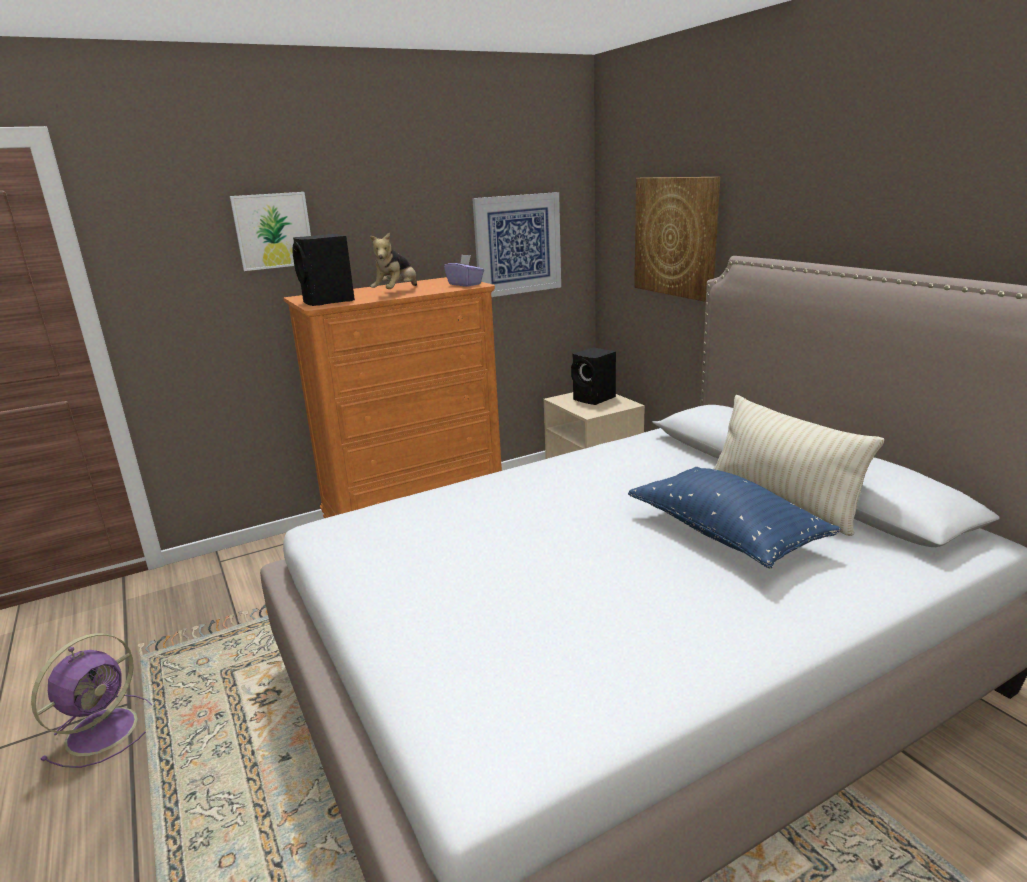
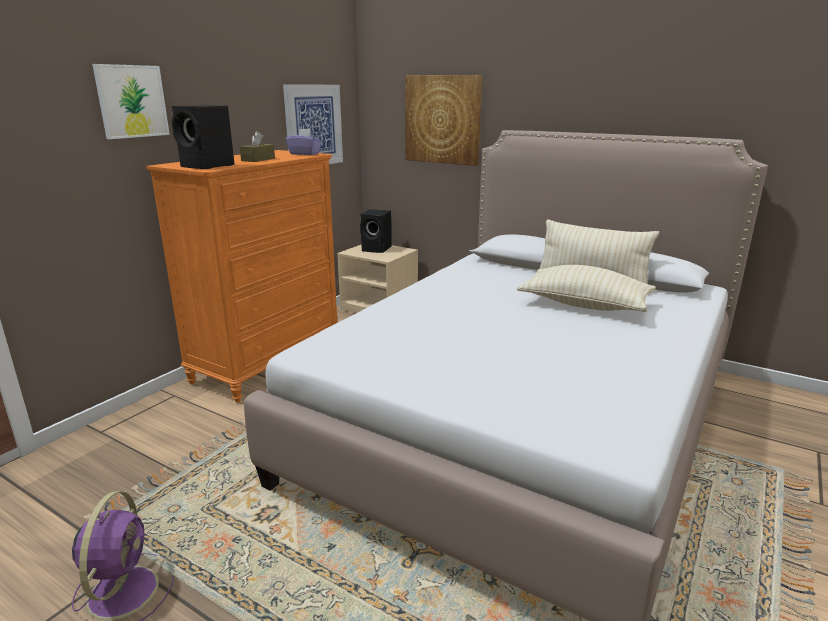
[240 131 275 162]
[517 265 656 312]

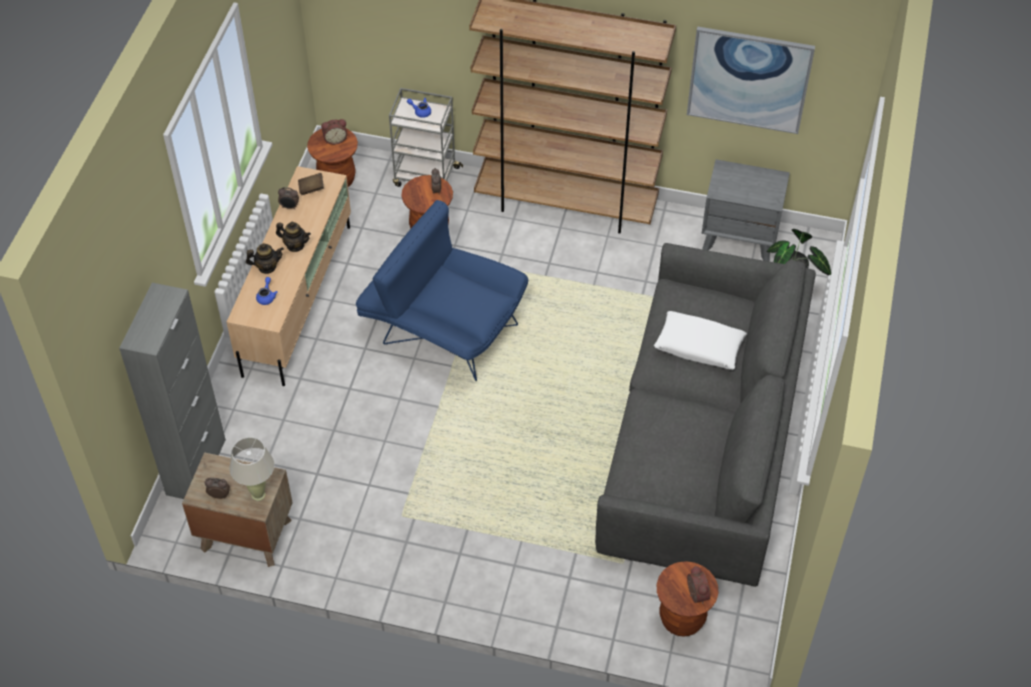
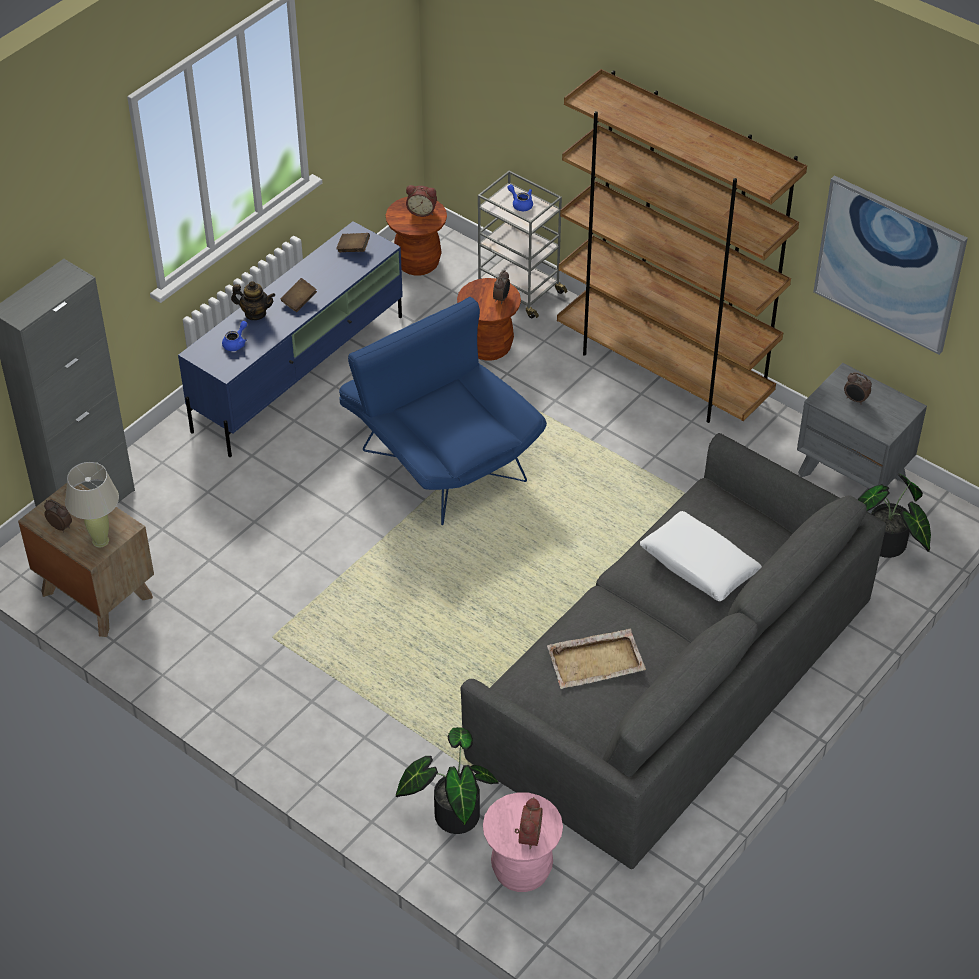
[178 221 403 457]
[281 278 317 312]
[844 372 872 405]
[483 792 563 892]
[396 727 499 834]
[547 629 646 689]

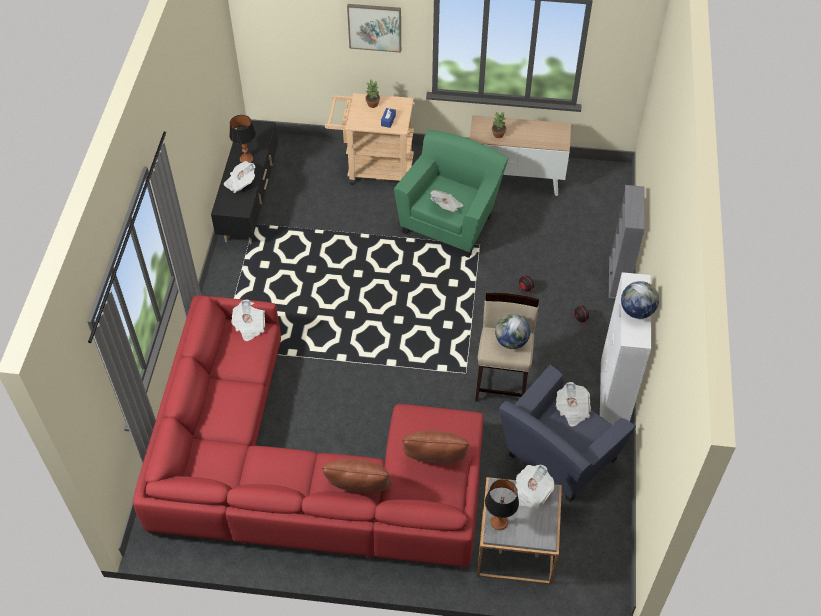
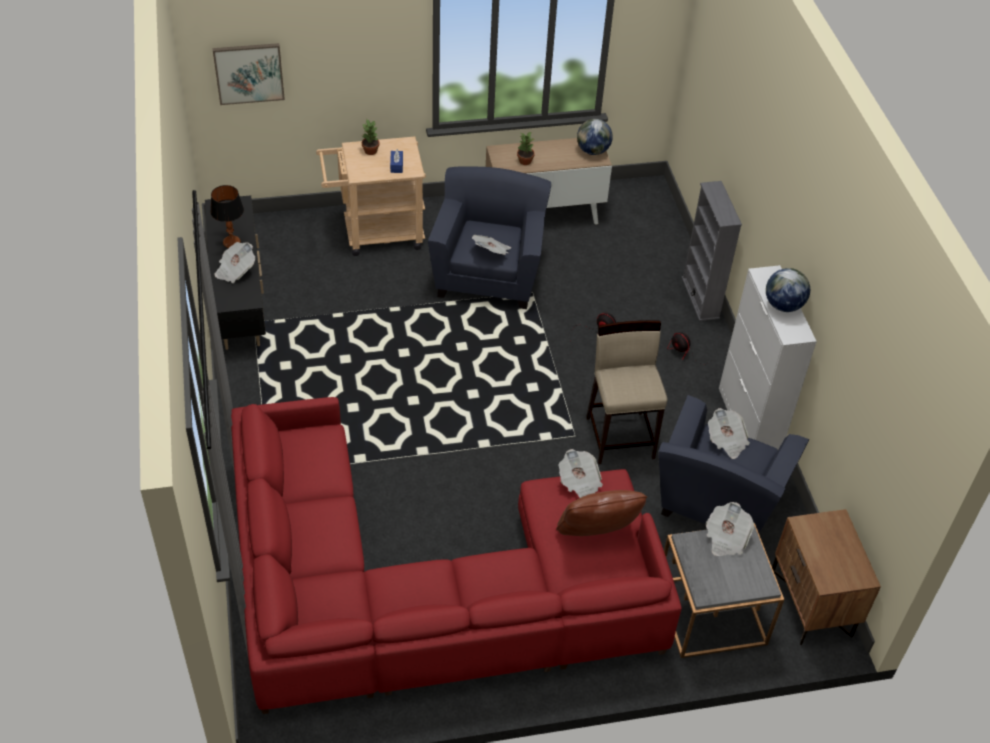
[558 449 603 498]
[322 459 392 493] (first image)
[213 43 285 105]
[428 166 551 309]
[485 479 519 530] (first image)
[577 119 613 155]
[772 509 881 645]

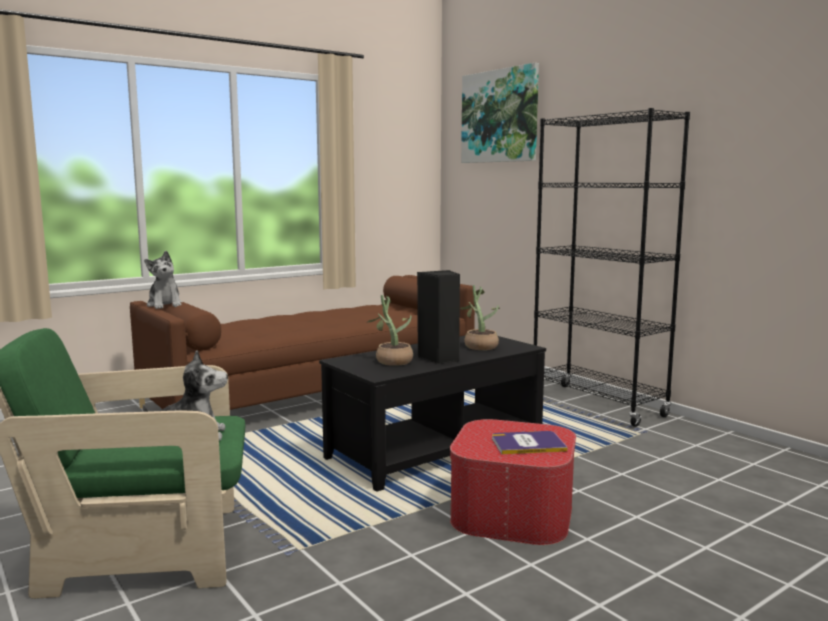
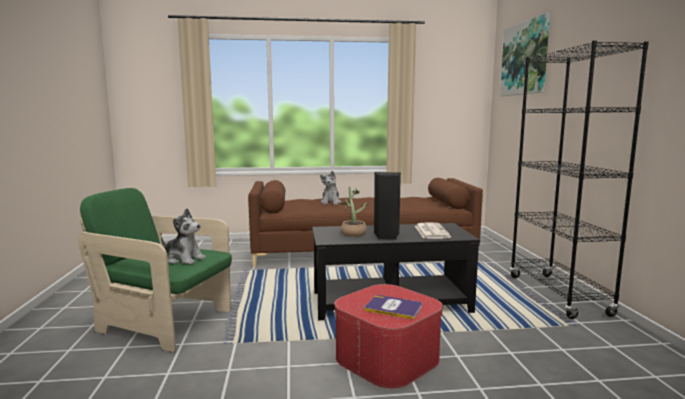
[320 171 341 205]
[415 222 451 239]

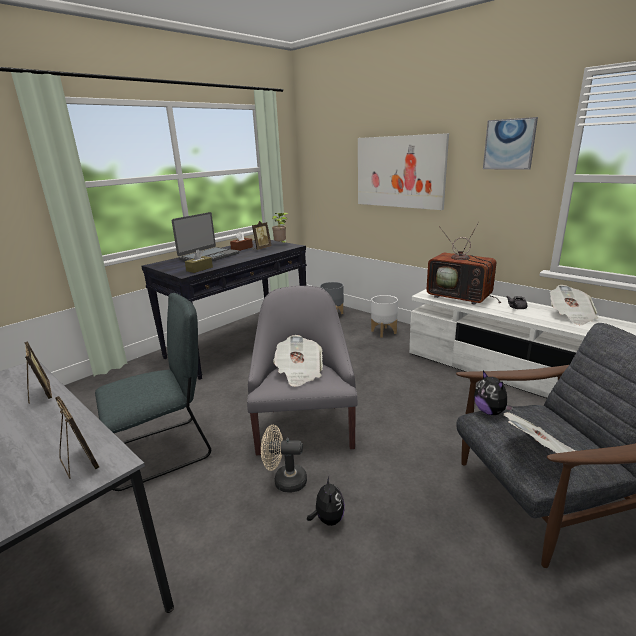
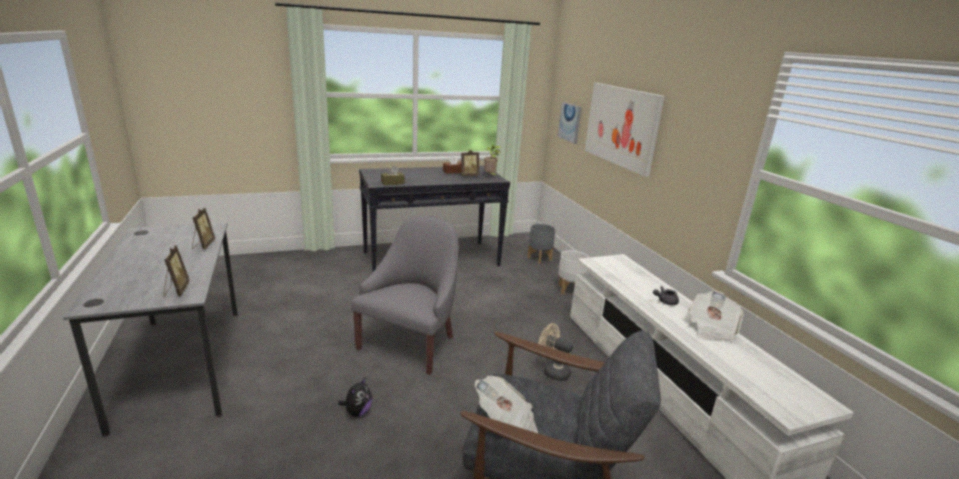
[95 293 211 491] (first image)
[172 212 239 261] (first image)
[539 323 573 381]
[273 335 323 387] (first image)
[426 221 501 305] (first image)
[474 371 514 415] (first image)
[558 102 582 144]

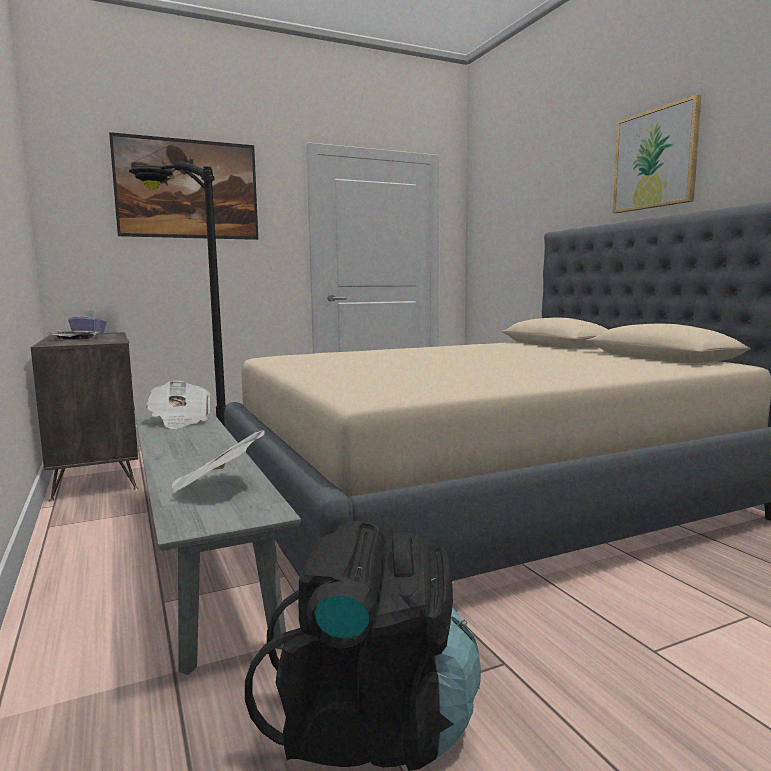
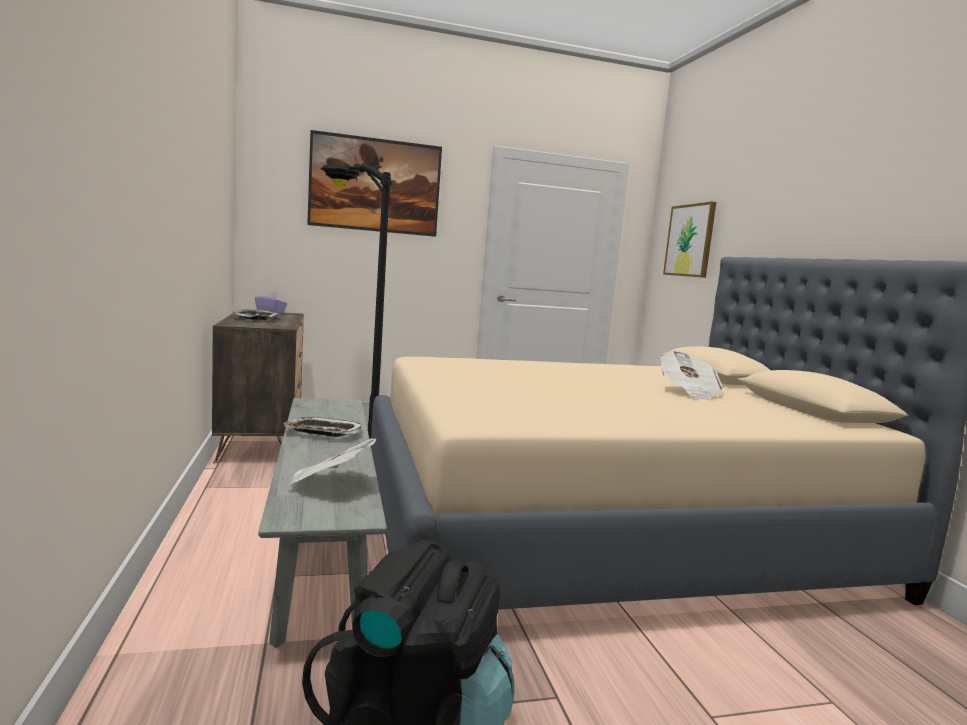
[661 351 724 400]
[663 202 716 278]
[284 417 361 437]

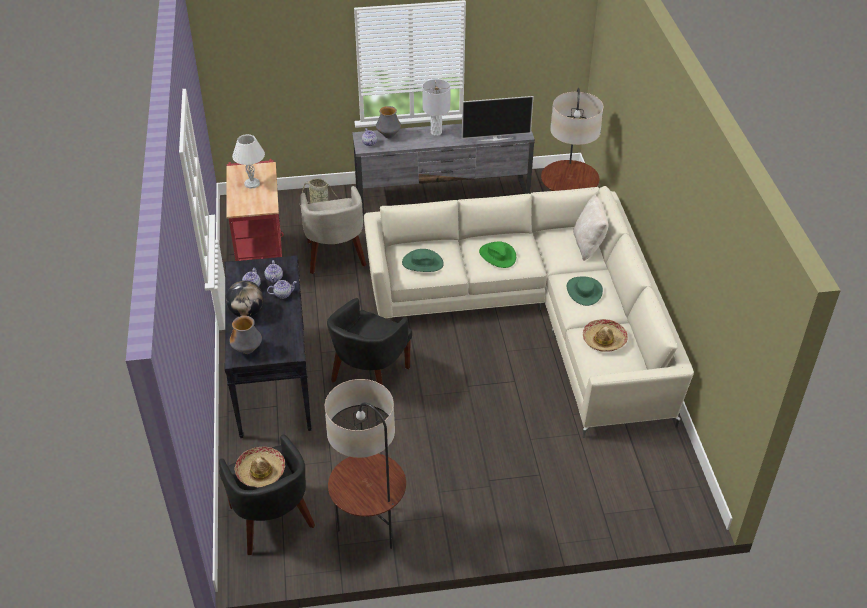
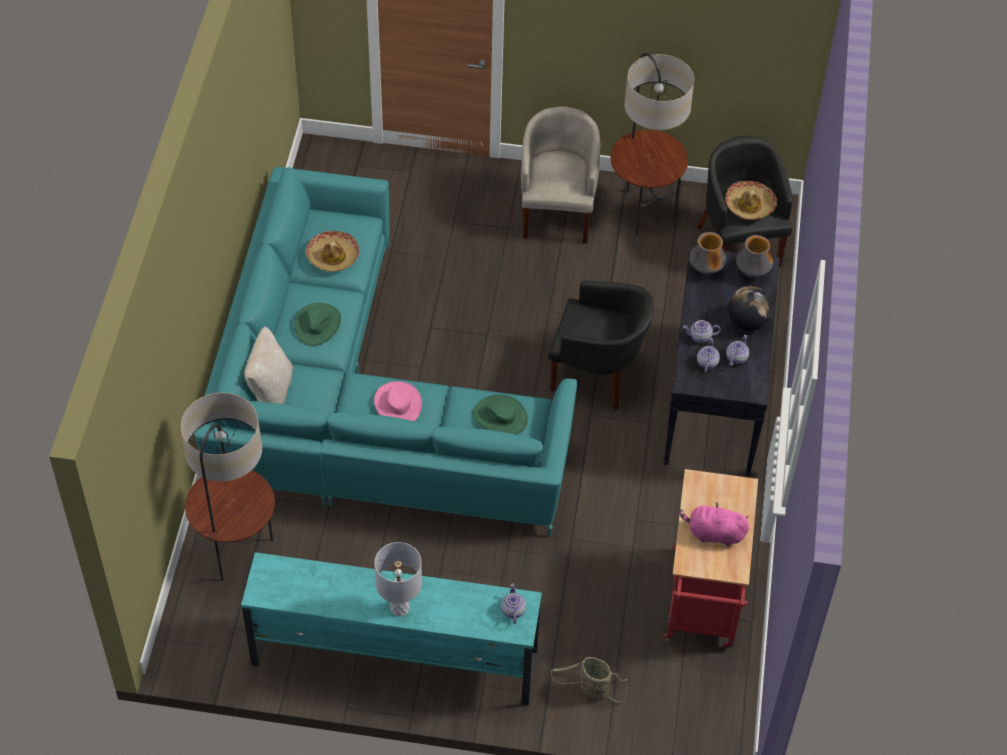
[679 503 749 547]
[521 106 600 244]
[548 281 654 411]
[241 552 542 706]
[194 167 577 537]
[689 232 726 274]
[462 96 534 141] (first image)
[374 381 422 421]

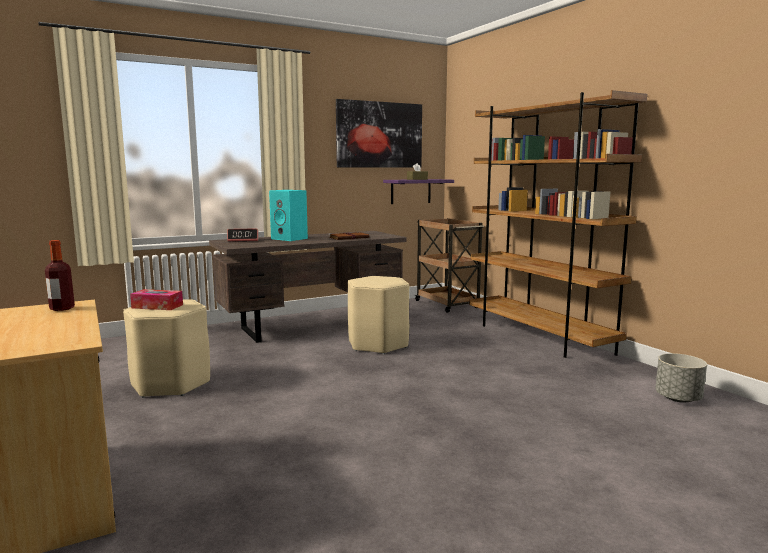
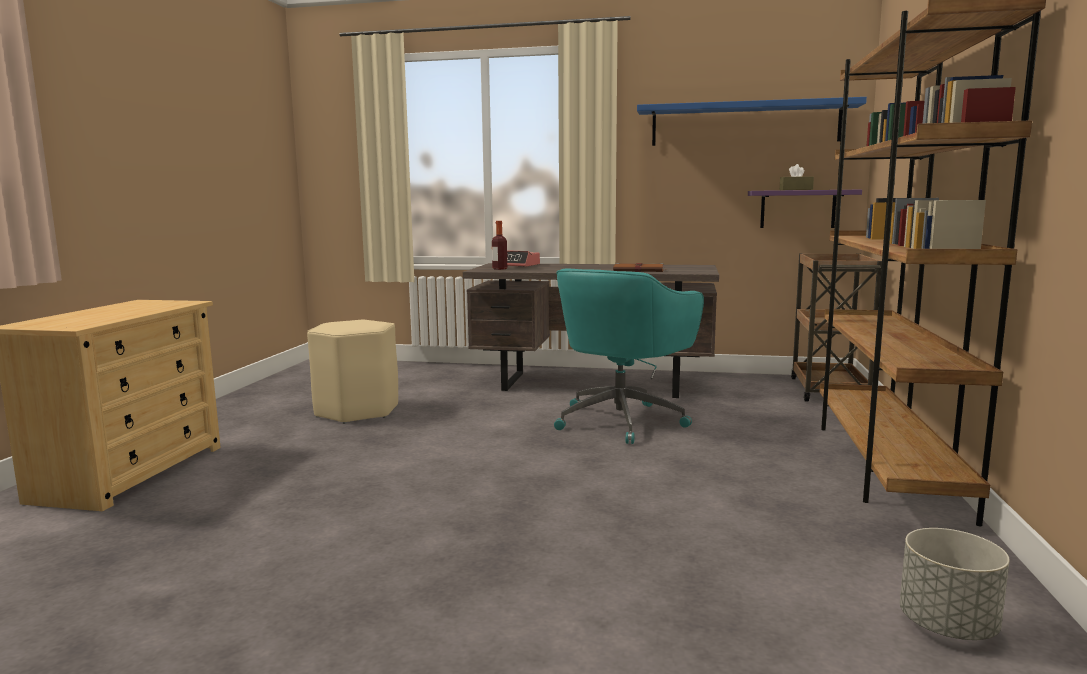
[492 221 507 270]
[130 289 183 310] (first image)
[269 190 308 241] (first image)
[637 97 867 146]
[554 269 704 444]

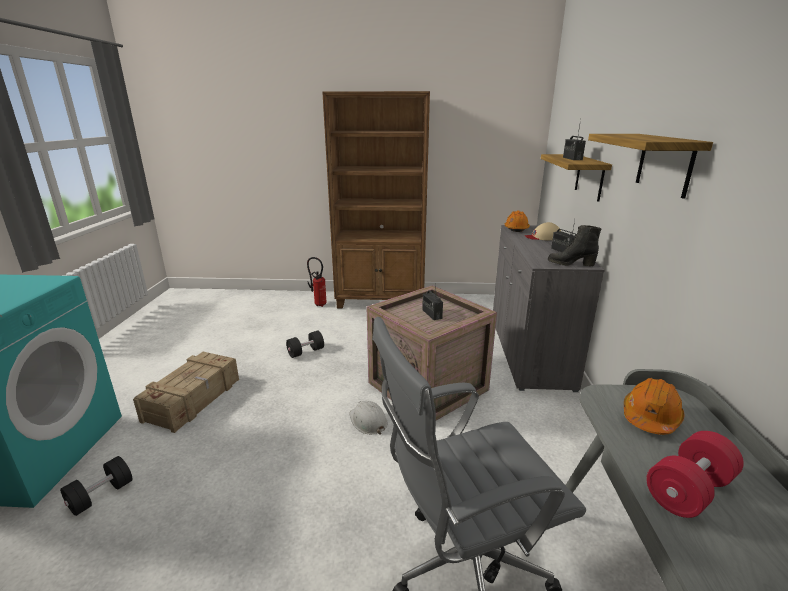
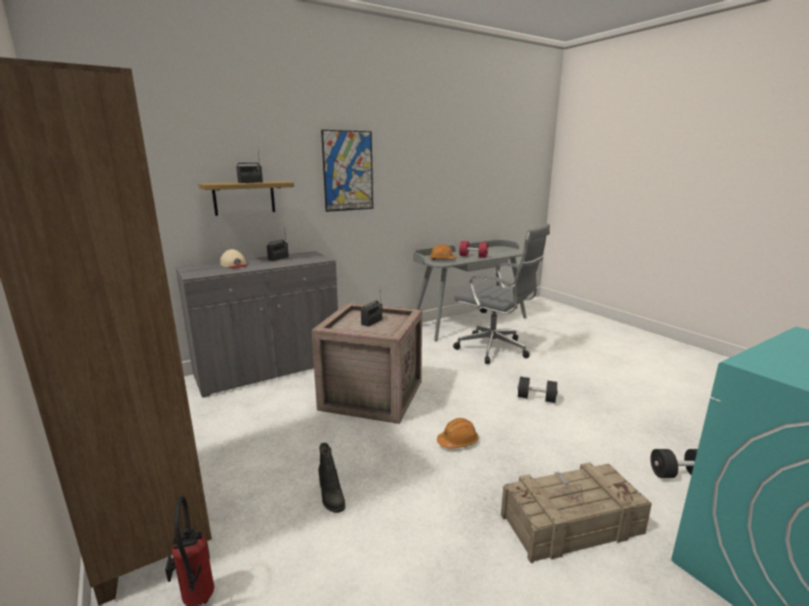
[517 377 558 403]
[349 401 388 435] (first image)
[437 418 478 449]
[318 443 345 513]
[321 130 373 212]

